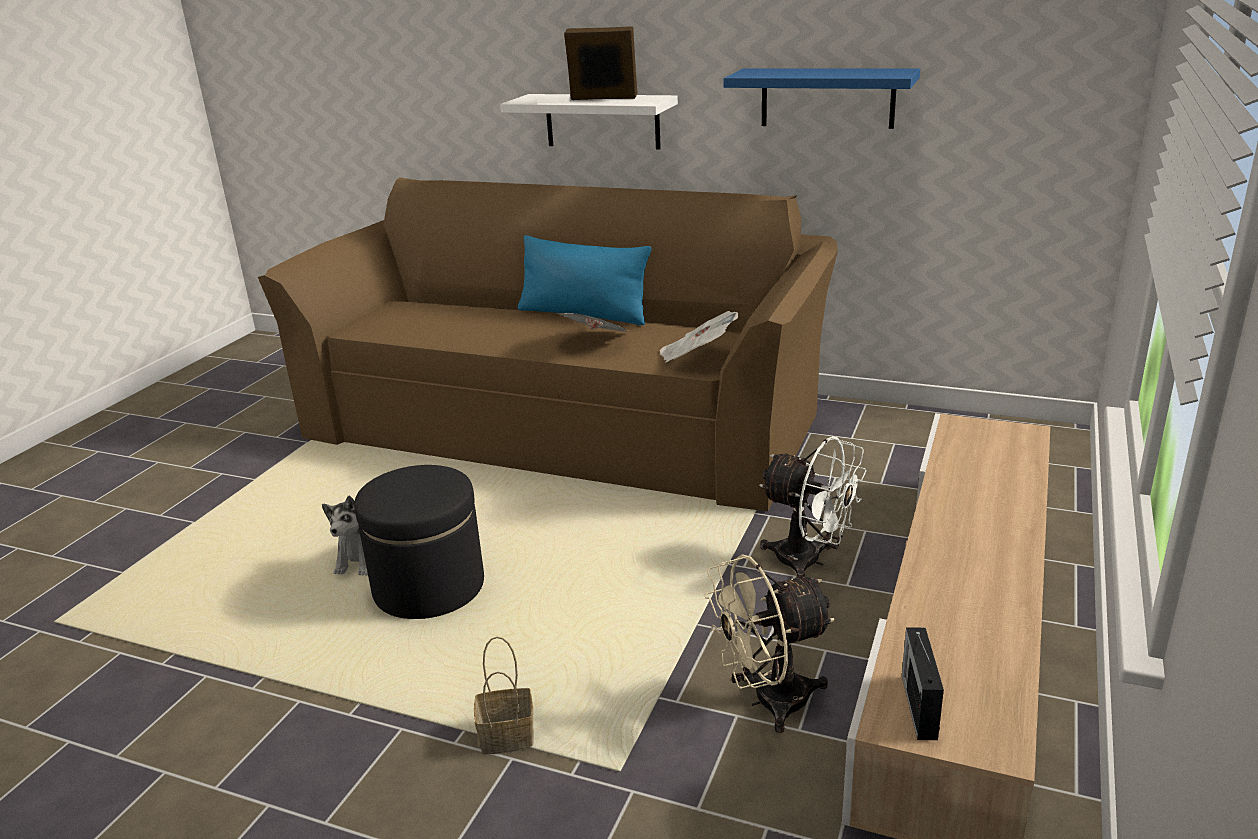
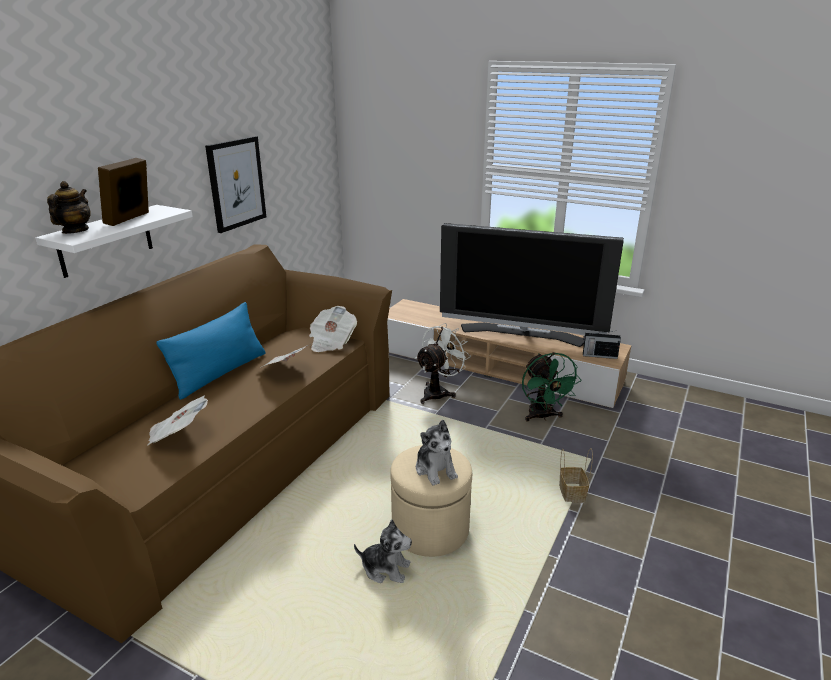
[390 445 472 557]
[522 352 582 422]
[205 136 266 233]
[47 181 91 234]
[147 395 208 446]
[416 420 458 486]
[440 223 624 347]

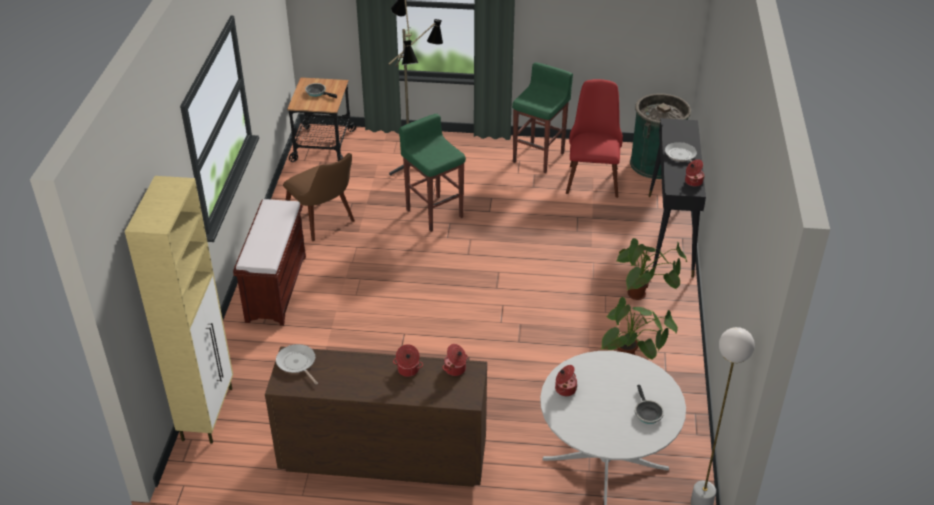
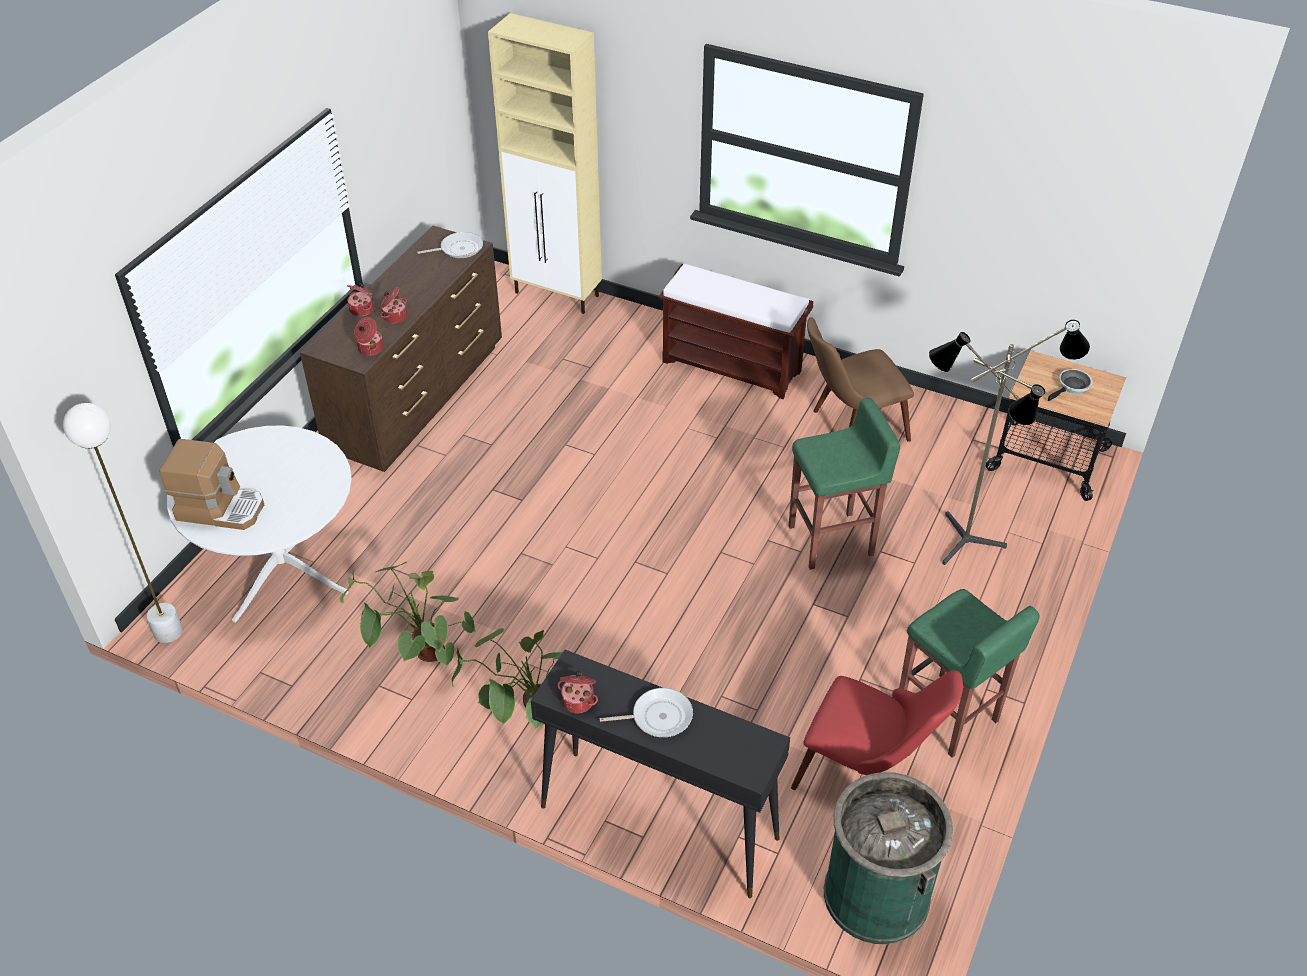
[347 283 374 317]
[159 439 264 530]

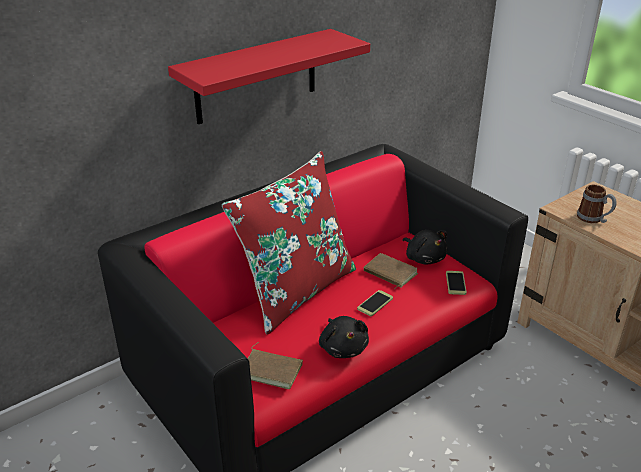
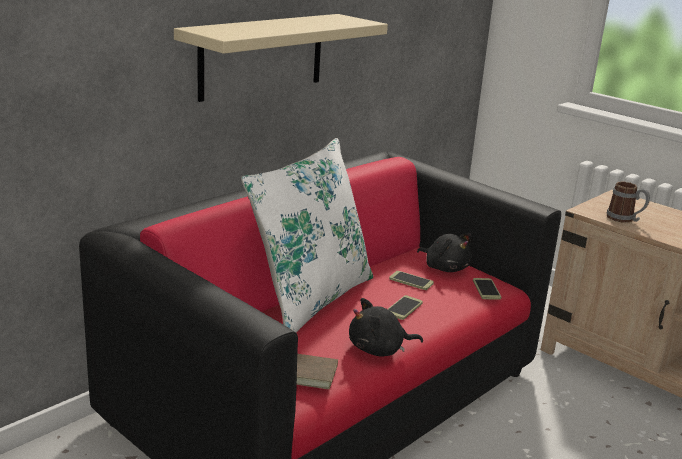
[174 14 388 102]
[241 138 373 332]
[349 298 423 357]
[389 271 434 290]

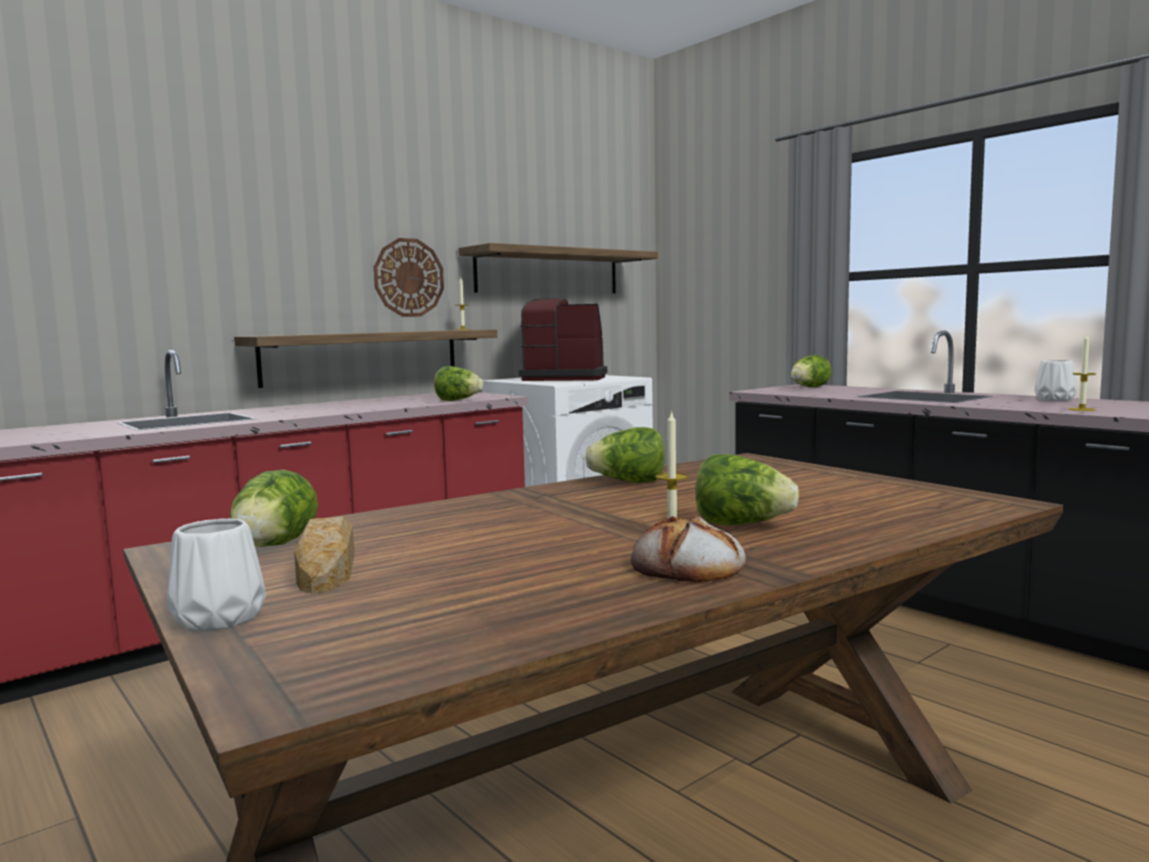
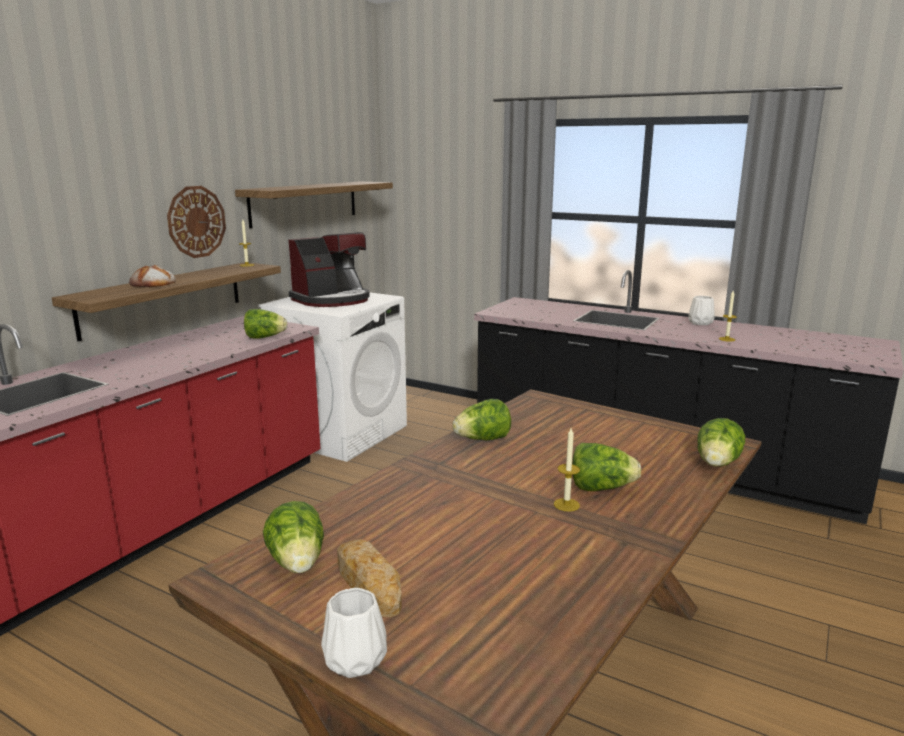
[289 232 370 307]
[129 265 176 287]
[697 418 745 467]

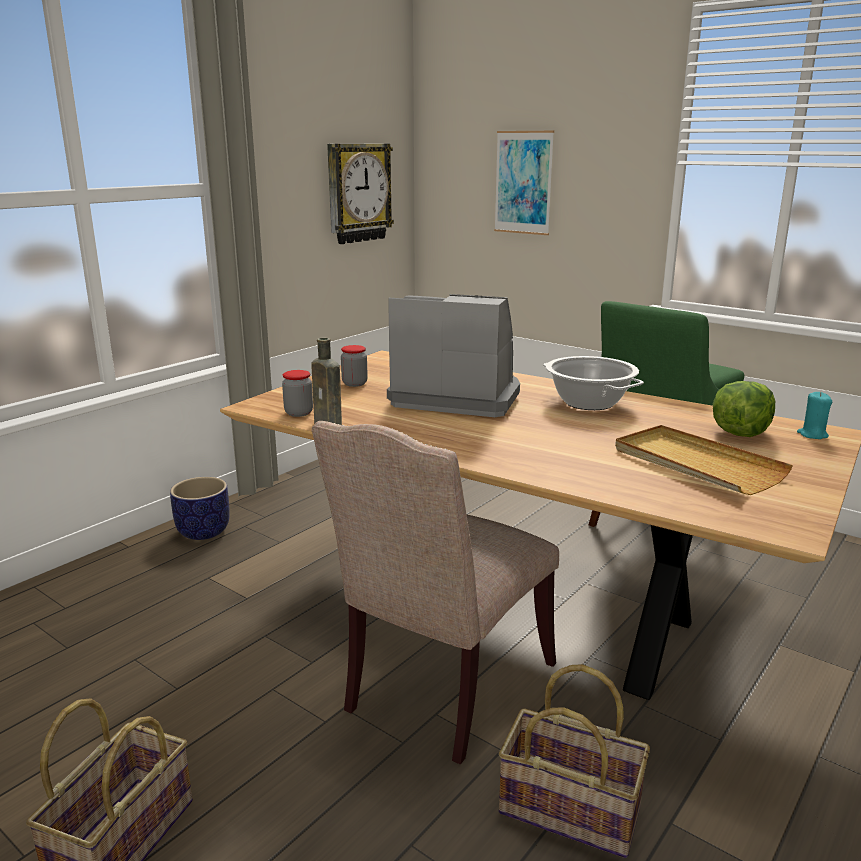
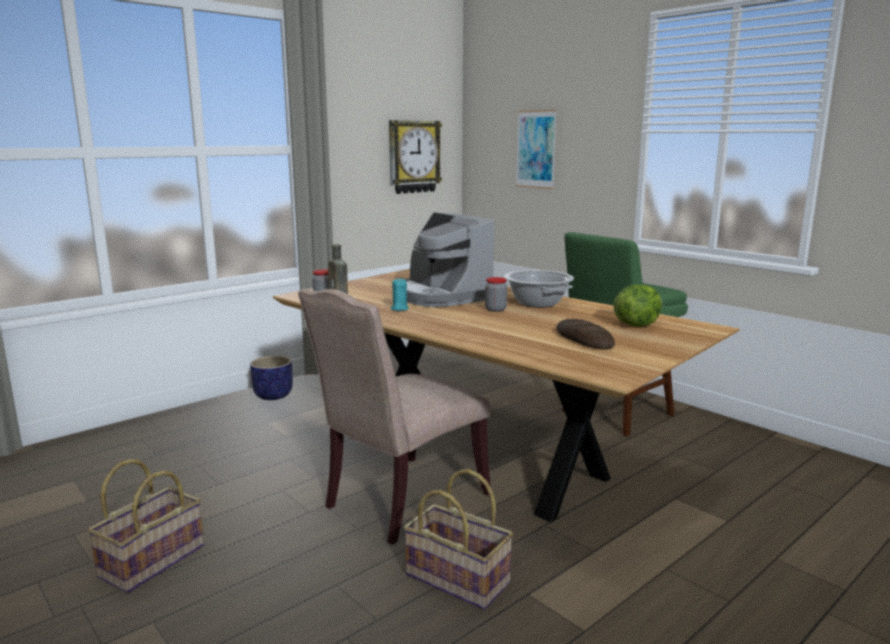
[485 277 507 312]
[405 212 494 307]
[556 319 615 350]
[391 279 409 311]

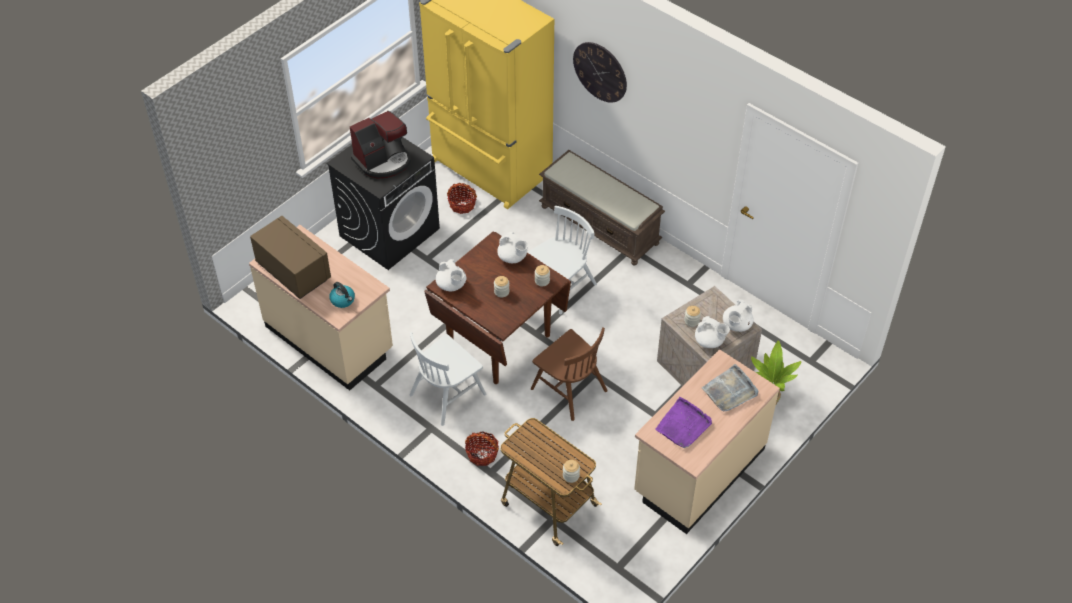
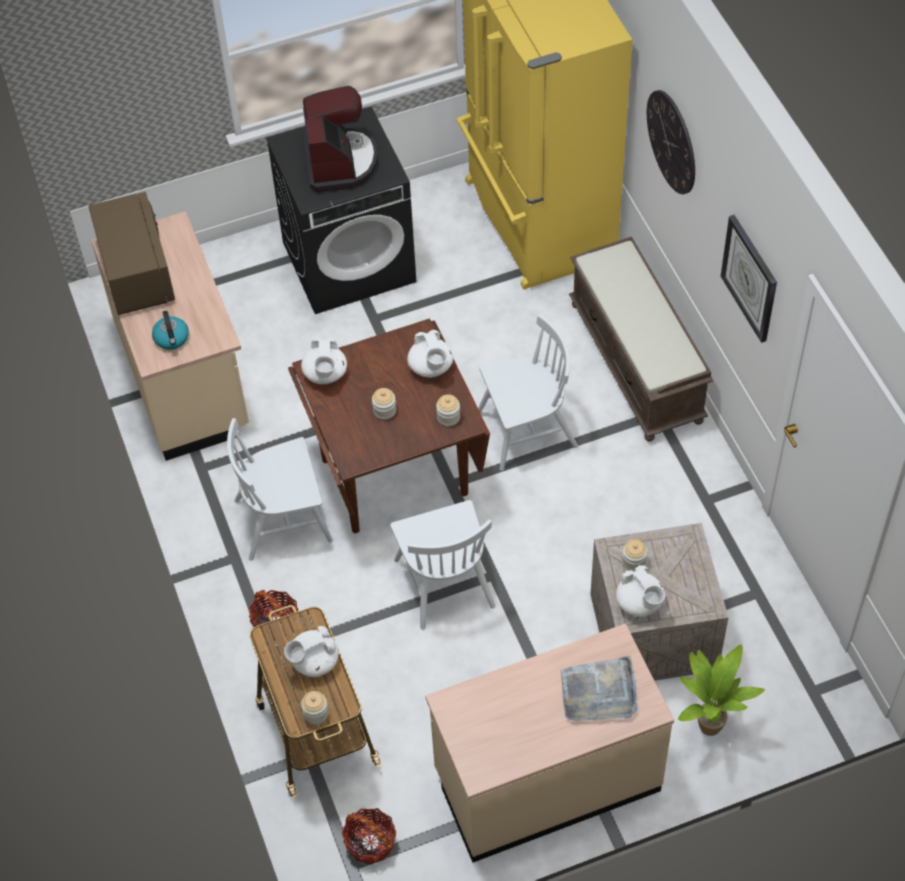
[303 86 378 192]
[342 808 396 865]
[390 500 495 630]
[655 397 712 448] (first image)
[284 626 339 677]
[721 215 777 343]

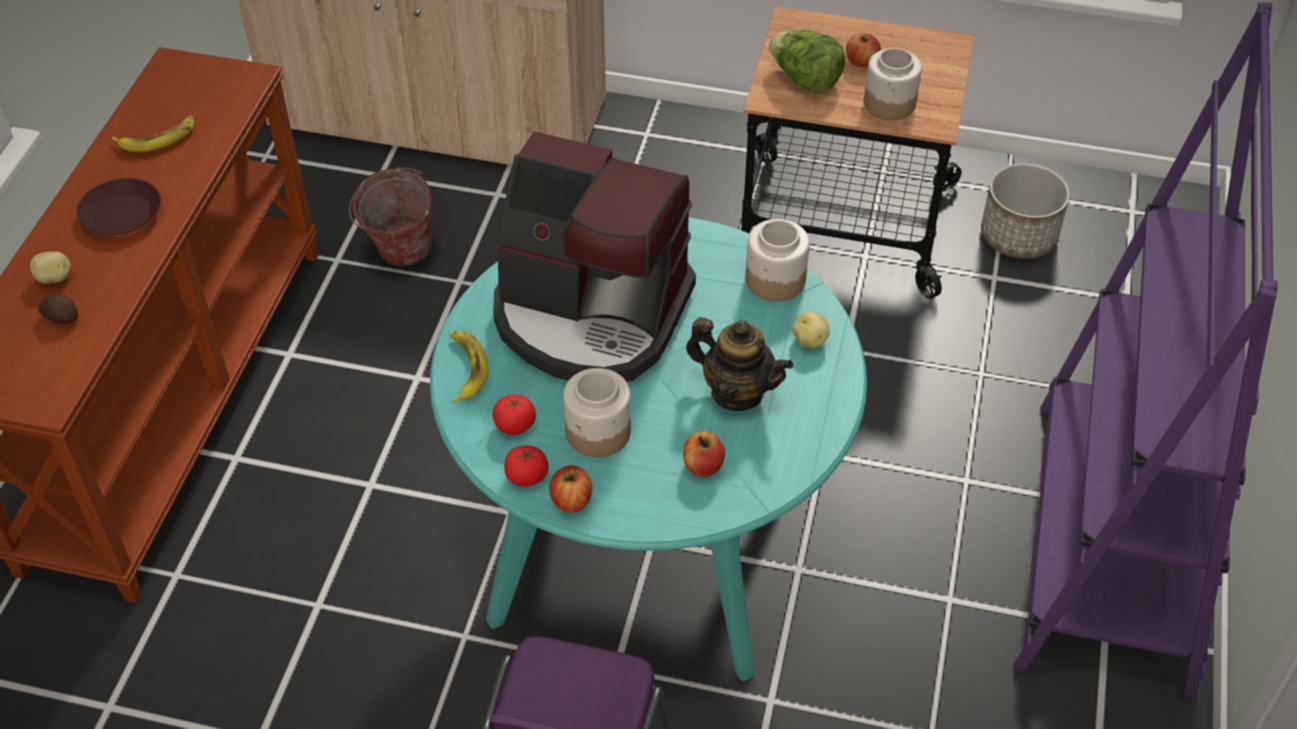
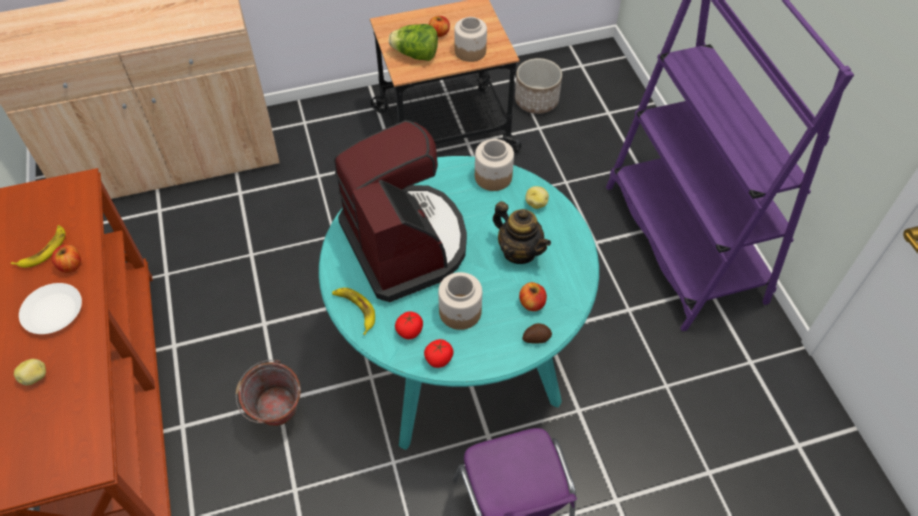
[522 323 552 344]
[19 283 82 334]
[236 360 301 426]
[334 120 467 302]
[52 245 81 273]
[493 201 551 264]

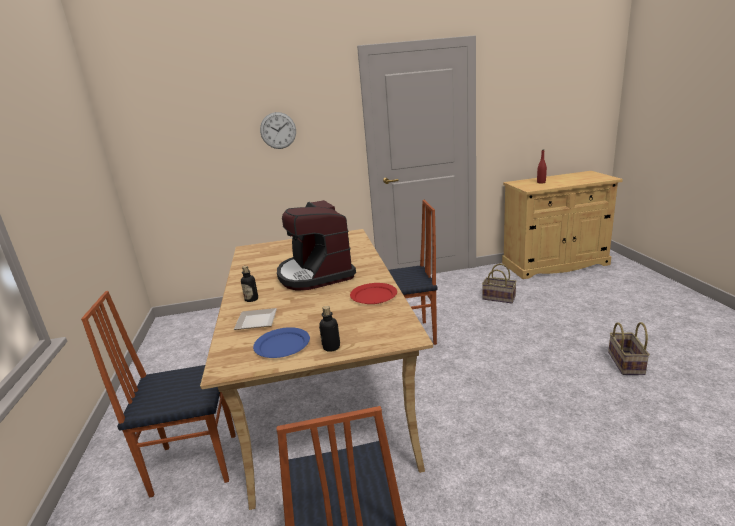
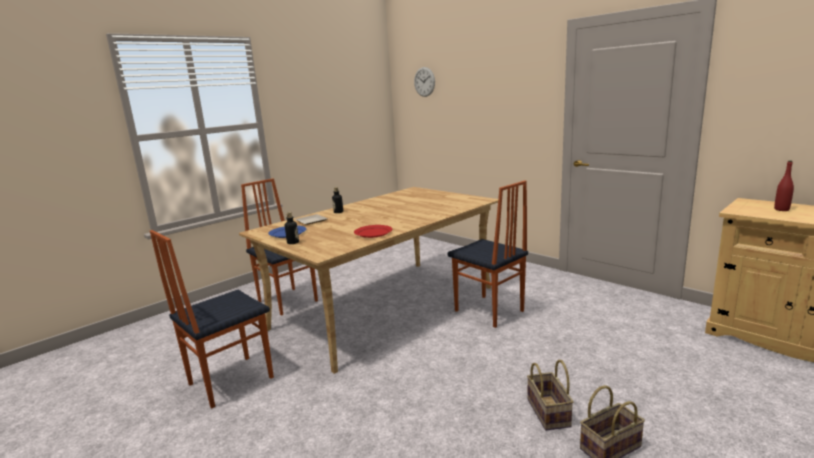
[414 67 435 97]
[277 200 356 291] (first image)
[527 360 573 431]

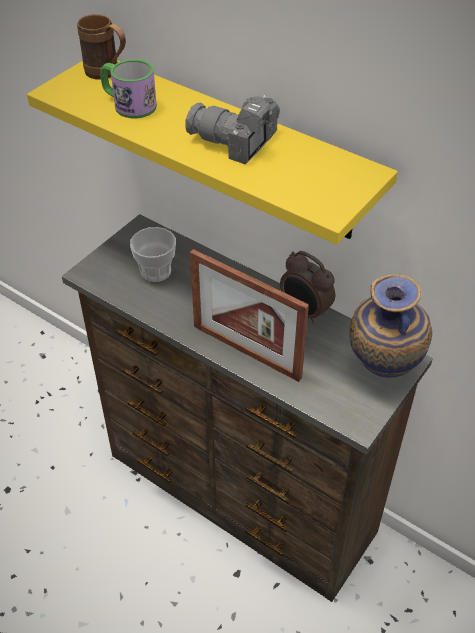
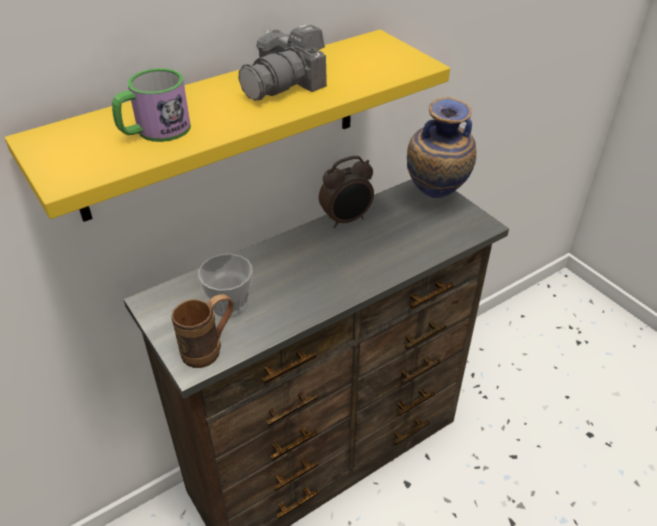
[171 294 233 368]
[190 249 309 382] (first image)

